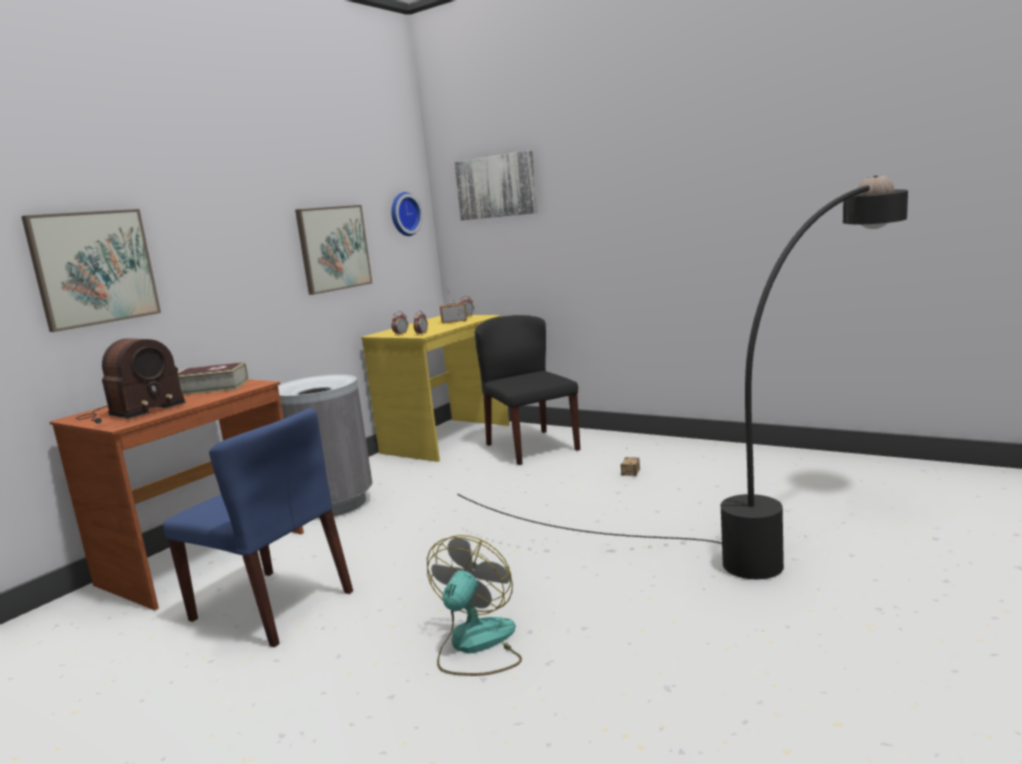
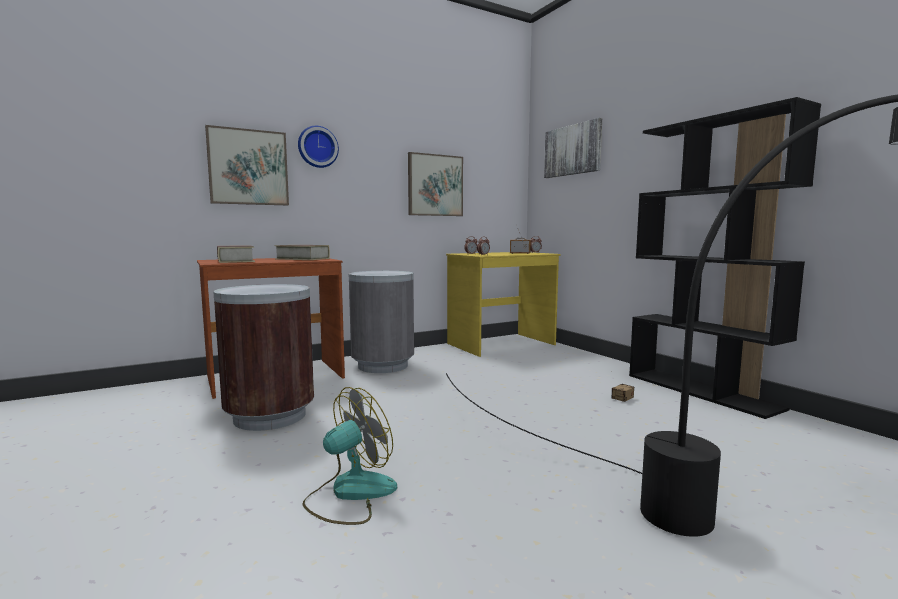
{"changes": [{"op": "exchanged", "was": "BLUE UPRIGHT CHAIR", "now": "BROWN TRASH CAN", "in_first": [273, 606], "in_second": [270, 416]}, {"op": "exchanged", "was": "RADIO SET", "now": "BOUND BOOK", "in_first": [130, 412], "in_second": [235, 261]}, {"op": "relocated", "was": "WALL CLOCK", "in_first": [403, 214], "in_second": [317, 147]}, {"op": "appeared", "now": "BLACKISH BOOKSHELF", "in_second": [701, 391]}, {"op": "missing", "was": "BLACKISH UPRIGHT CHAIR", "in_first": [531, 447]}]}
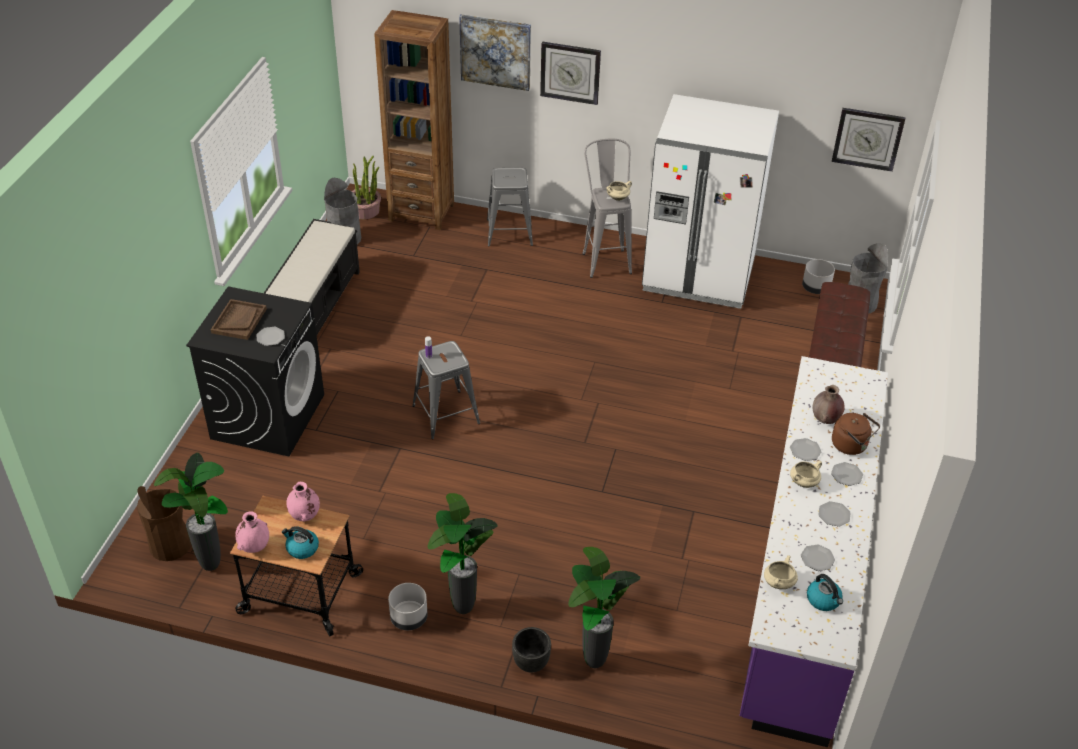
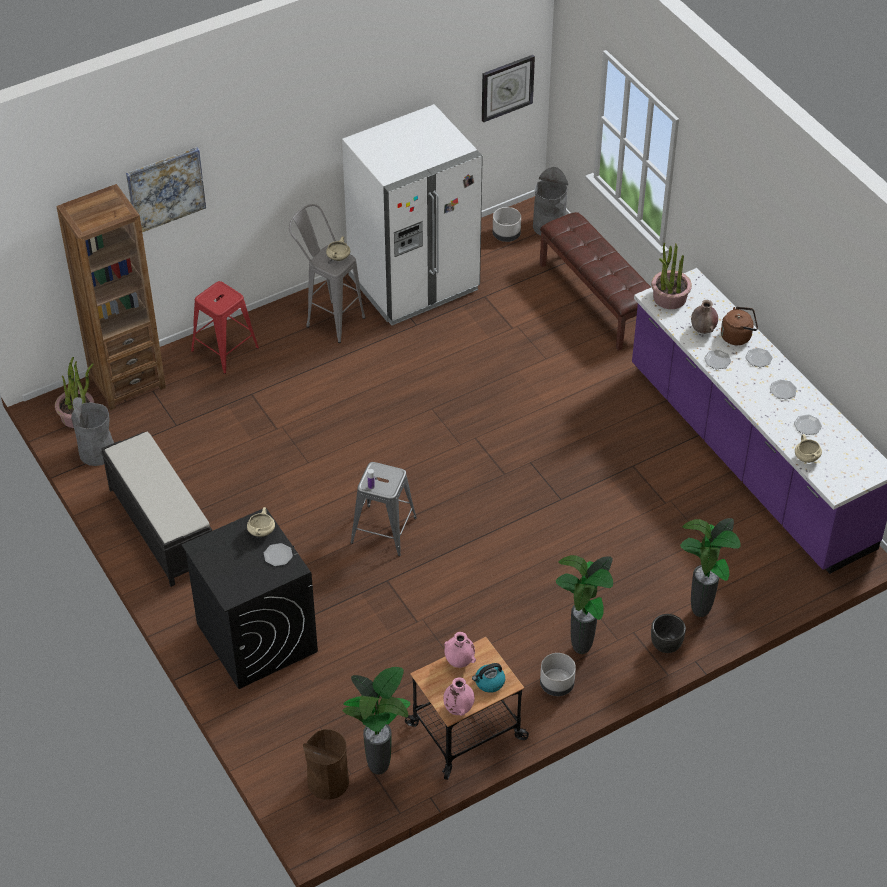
{"changes": [{"op": "colour", "was": "GRAY SITTING STOOL", "now": "RED-COLOURED SITTING STOOL", "in_first": [509, 232], "in_second": [225, 349]}, {"op": "relocated", "was": "BEIGE STOCKPOT", "in_first": [804, 482], "in_second": [261, 531]}, {"op": "appeared", "now": "POTTED PLANT", "in_second": [669, 298]}, {"op": "missing", "was": "BROWN TRAY", "in_first": [239, 320]}, {"op": "missing", "was": "WALL CLOCK", "in_first": [570, 72]}, {"op": "missing", "was": "TEA KETTLE", "in_first": [823, 600]}]}
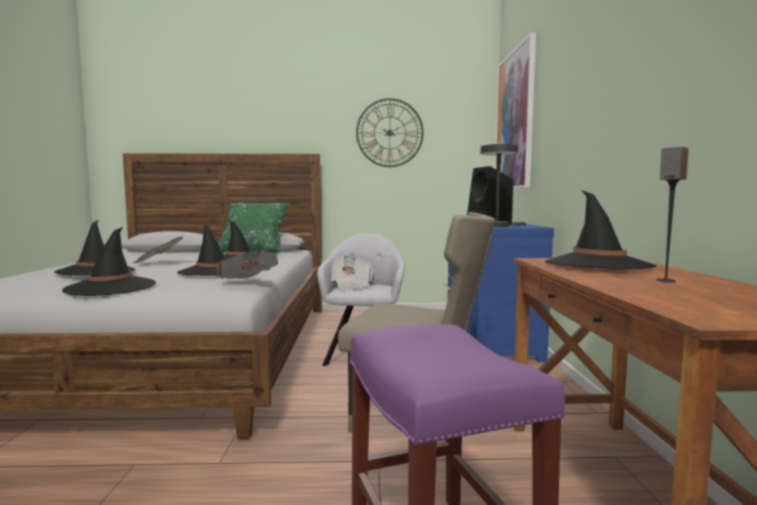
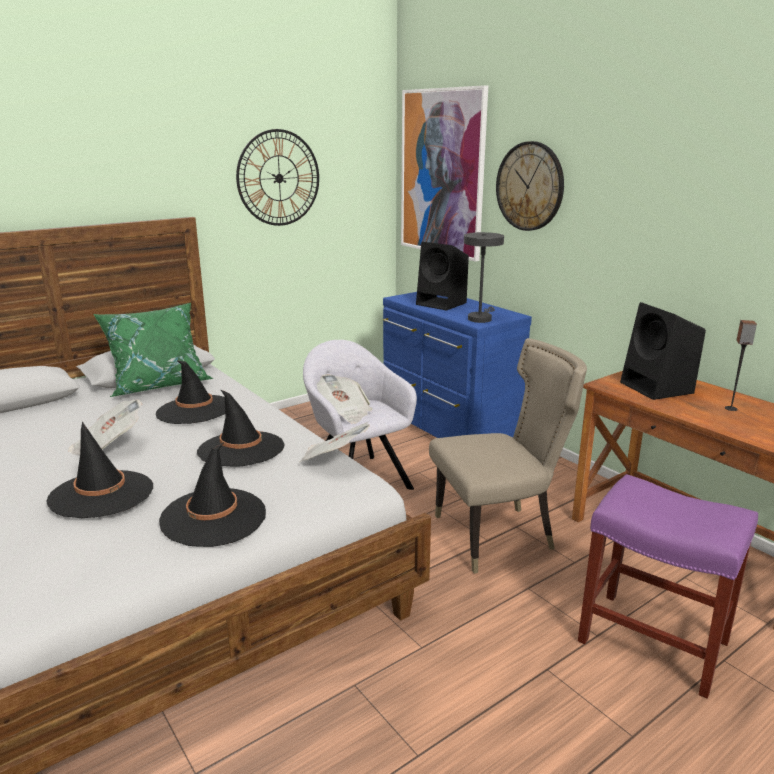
{"changes": [{"op": "appeared", "now": "WALL CLOCK", "in_second": [530, 186]}, {"op": "exchanged", "was": "BLACKISH CLOTHING HAT", "now": "BLACKISH AUDIO SPEAKER", "in_first": [597, 265], "in_second": [658, 388]}]}
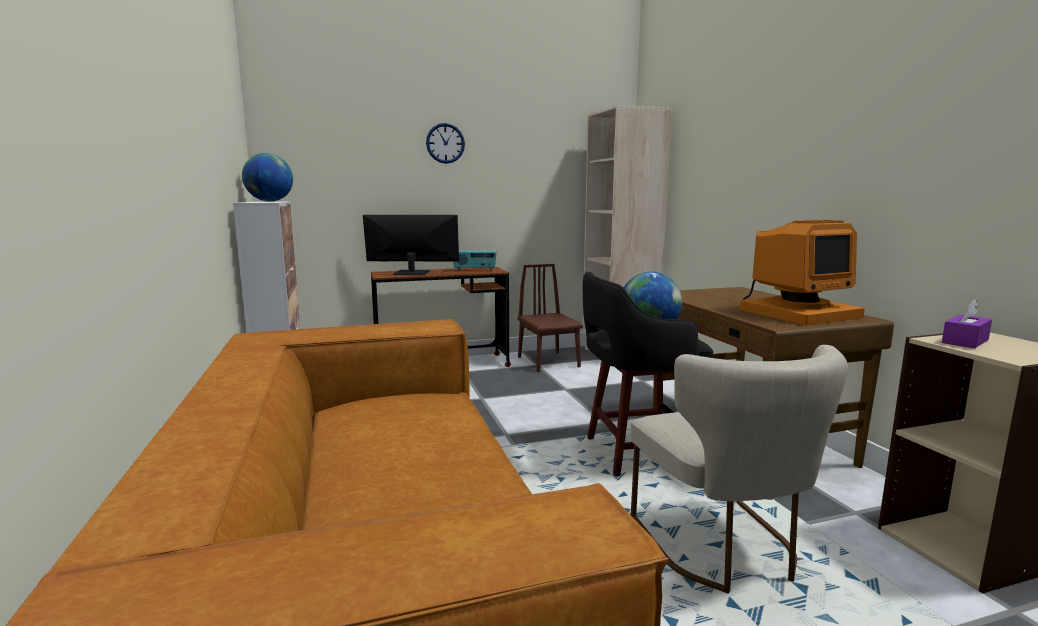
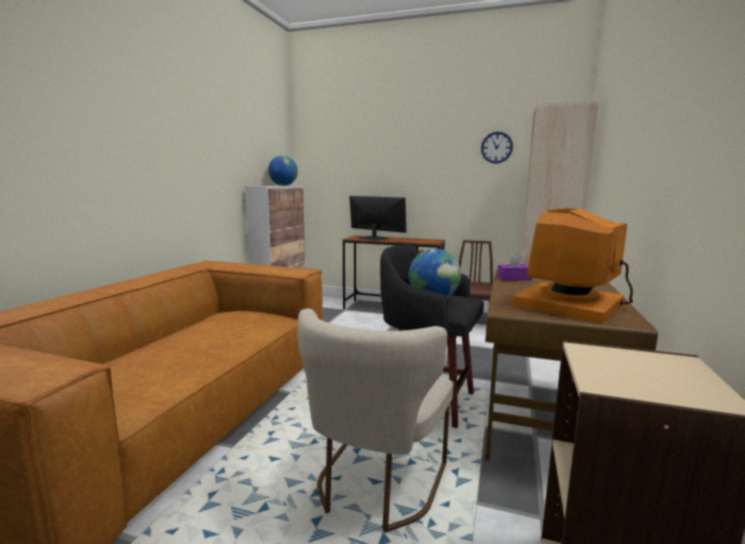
{"changes": [{"op": "relocated", "was": "WALL CLOCK", "in_first": [445, 143], "in_second": [496, 147]}, {"op": "relocated", "was": "PURPLISH TISSUE BOX", "in_first": [965, 341], "in_second": [514, 278]}, {"op": "spun", "was": "COMPUTER SCREEN", "in_first": [797, 313], "in_second": [570, 305], "clockwise": 120}, {"op": "missing", "was": "RADIO SET", "in_first": [474, 270]}]}
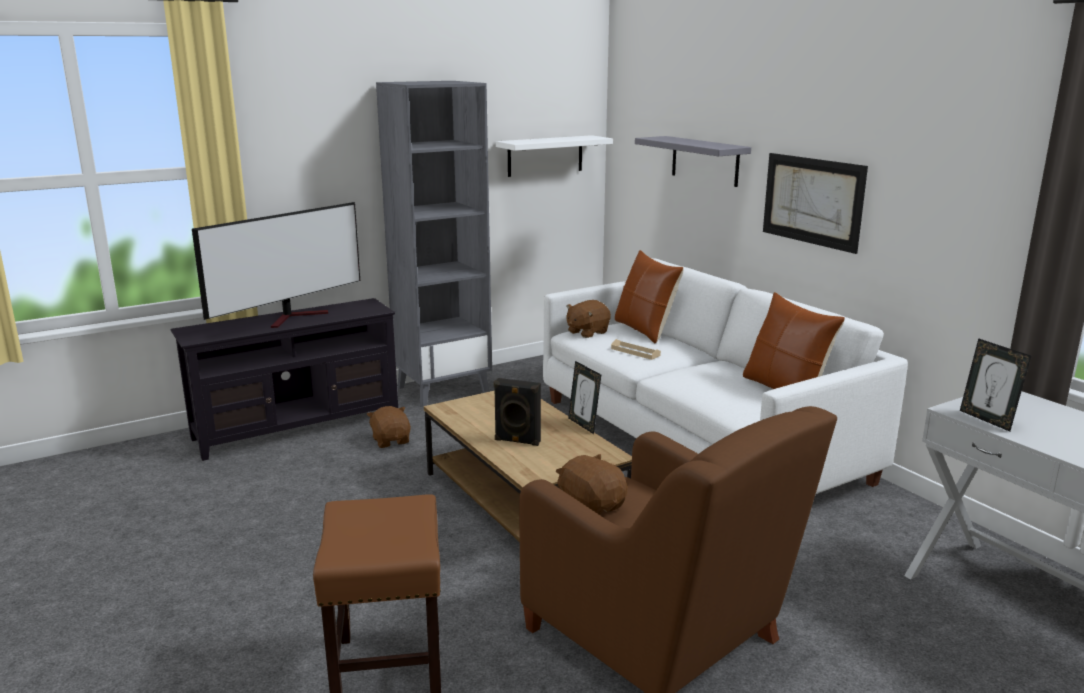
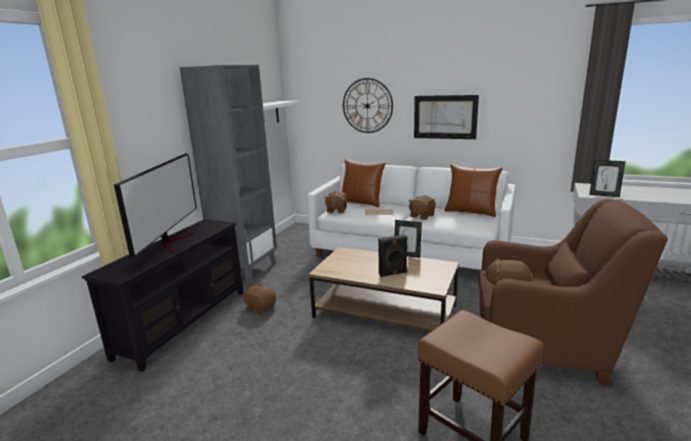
{"changes": [{"op": "exchanged", "was": "GRAY SHELF", "now": "WALL CLOCK", "in_first": [705, 161], "in_second": [367, 106]}, {"op": "appeared", "now": "BROWN CUDDLY TOY", "in_second": [421, 216]}]}
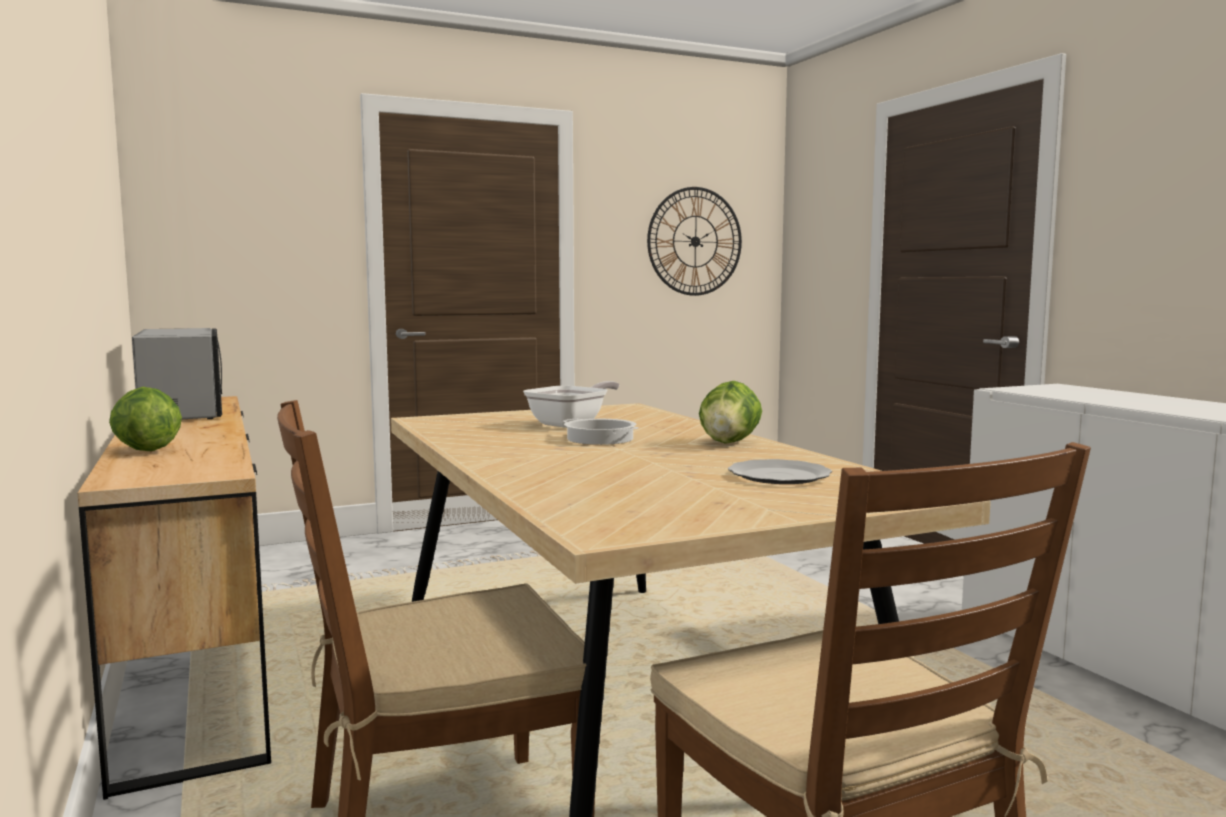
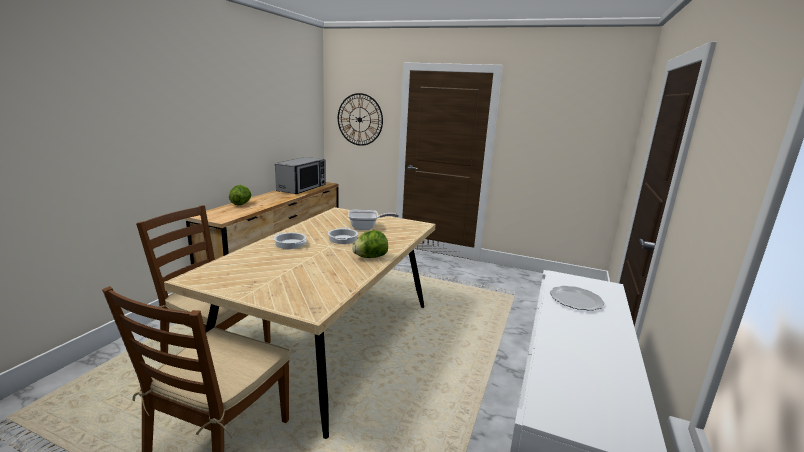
{"changes": [{"op": "appeared", "now": "STOCKPOT", "in_second": [290, 244]}, {"op": "relocated", "was": "WALL CLOCK", "in_first": [695, 241], "in_second": [359, 119]}, {"op": "relocated", "was": "PLATE", "in_first": [780, 476], "in_second": [576, 300]}]}
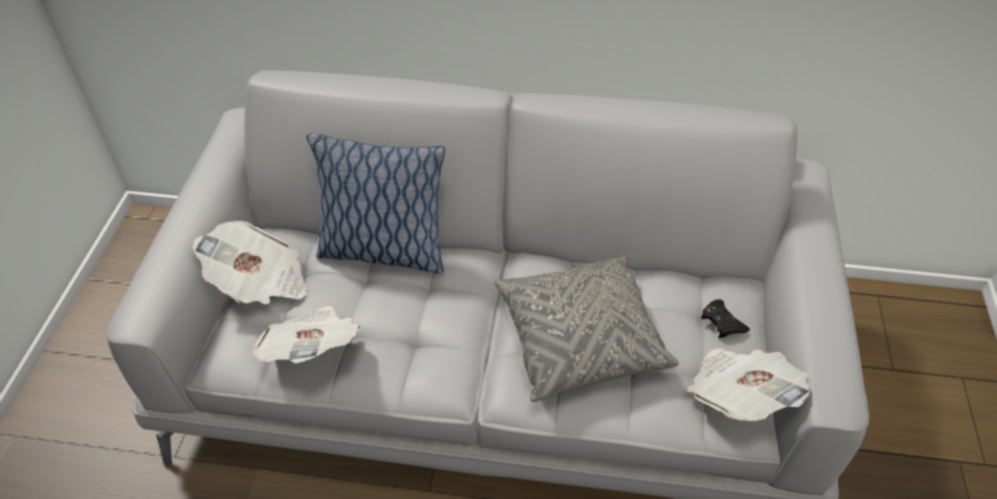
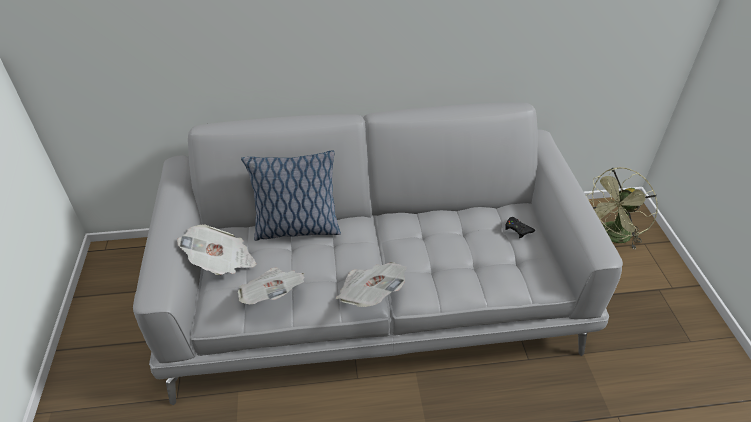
{"changes": [{"op": "relocated", "was": "PRINTED PAPER", "in_first": [741, 395], "in_second": [370, 294]}, {"op": "appeared", "now": "GREEN-COLOURED ELECTRIC FAN", "in_second": [611, 237]}, {"op": "missing", "was": "GRAY CUSHION", "in_first": [579, 339]}]}
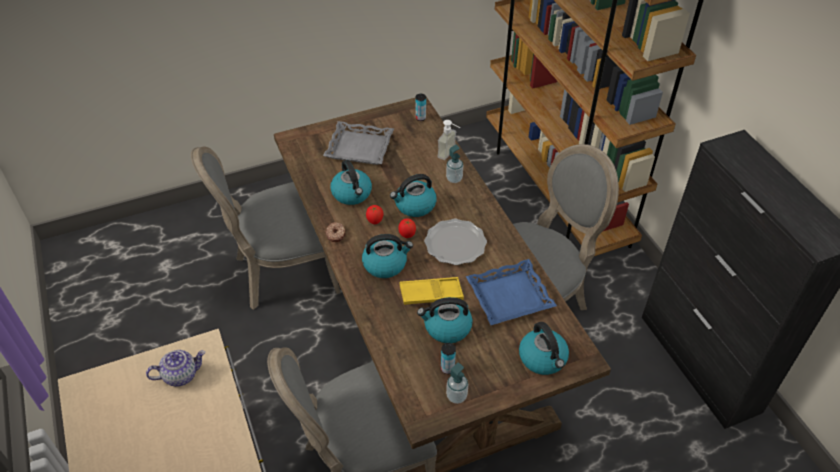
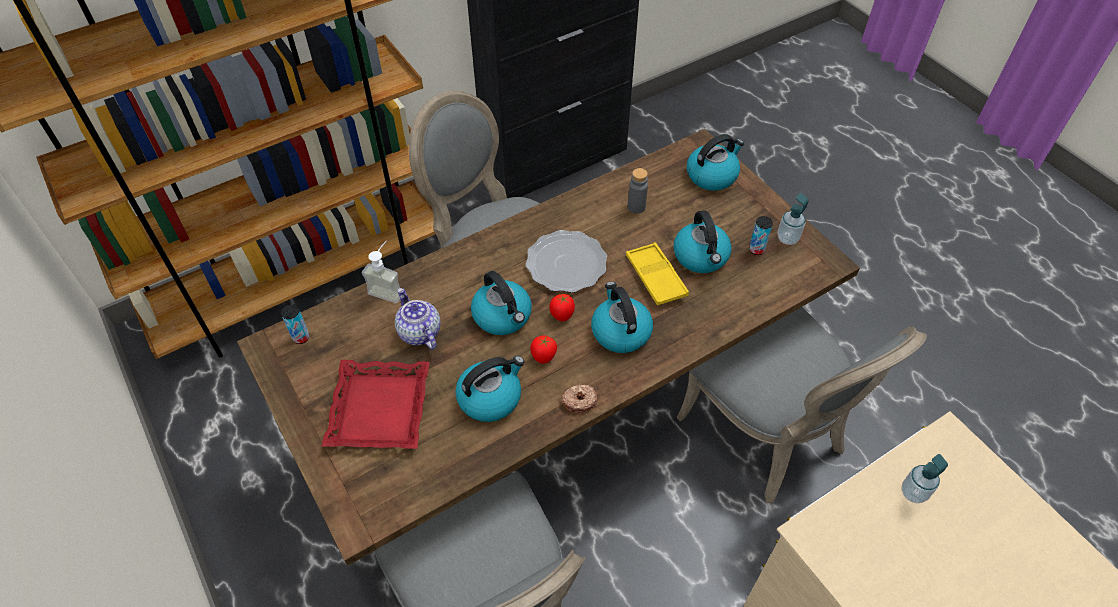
{"changes": [{"op": "colour", "was": "GRAY TRAY", "now": "RED-COLOURED TRAY", "in_first": [359, 148], "in_second": [380, 409]}, {"op": "relocated", "was": "TEA POT", "in_first": [181, 375], "in_second": [419, 332]}, {"op": "exchanged", "was": "BLUE TRAY", "now": "GRAY BOTTLE", "in_first": [509, 296], "in_second": [636, 207]}, {"op": "relocated", "was": "LIQUID SOAP BOTTLE", "in_first": [454, 179], "in_second": [913, 492]}]}
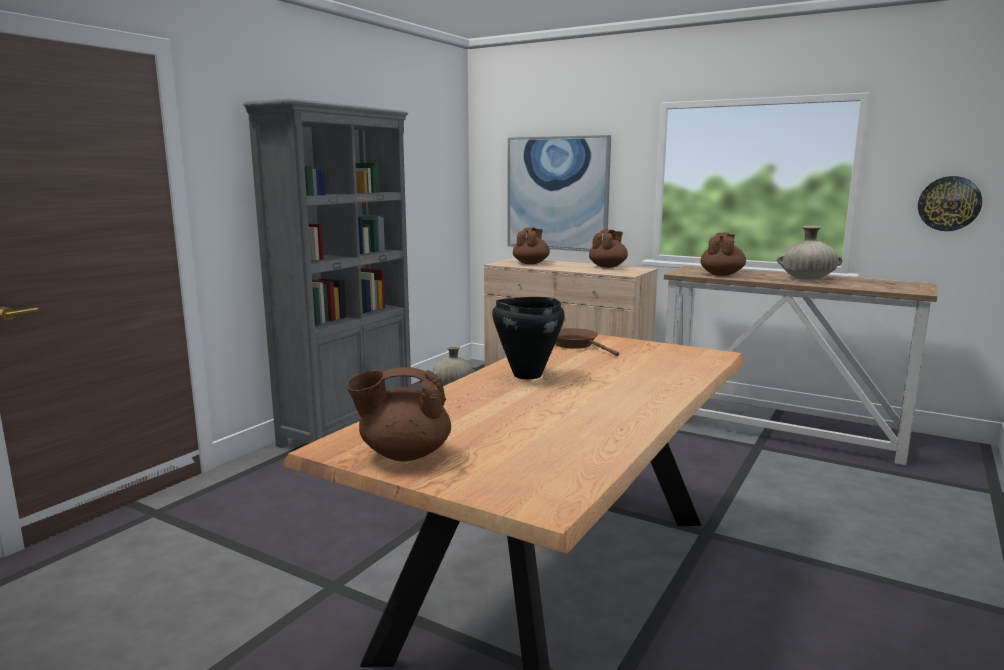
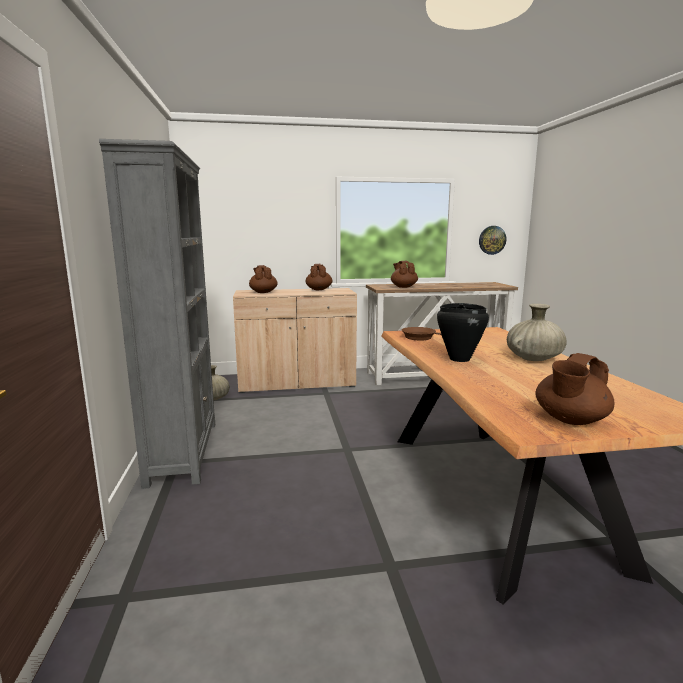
{"changes": [{"op": "relocated", "was": "BEIGE VASE", "in_first": [807, 278], "in_second": [534, 359]}, {"op": "missing", "was": "PICTURE", "in_first": [557, 193]}]}
